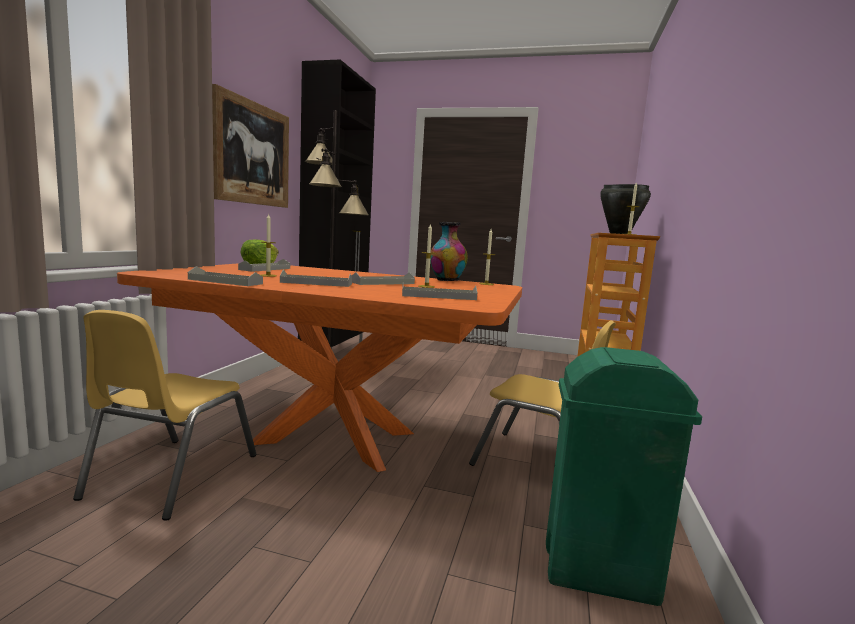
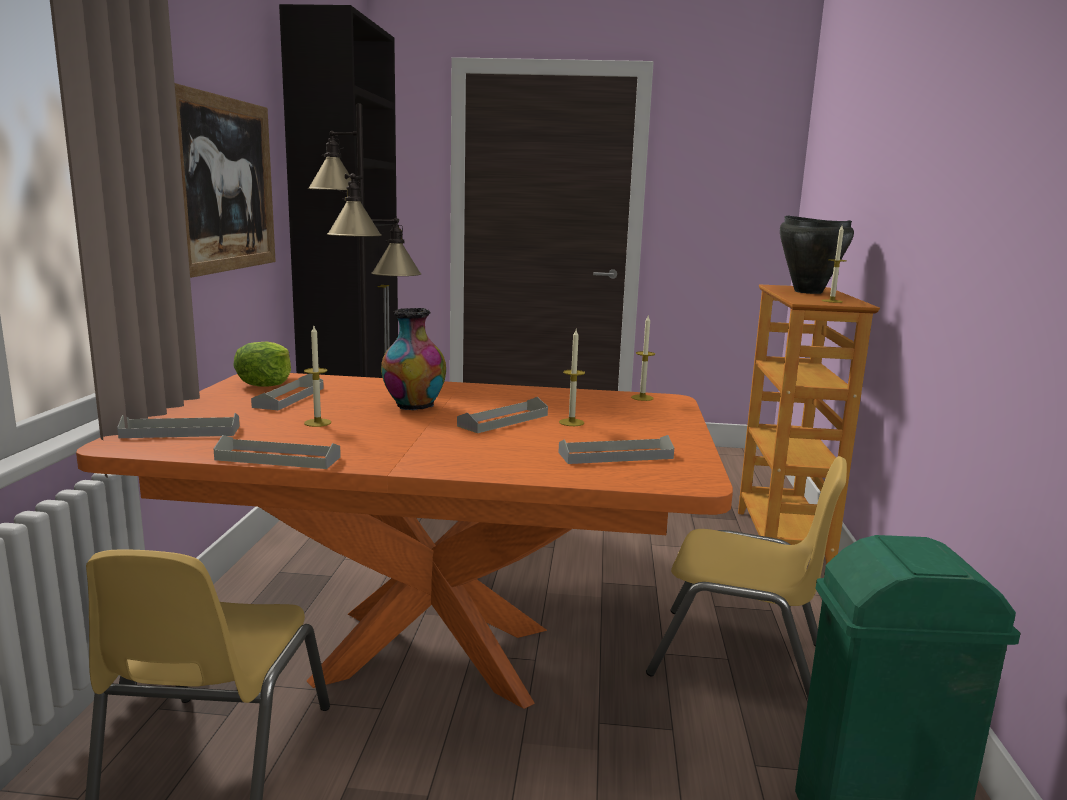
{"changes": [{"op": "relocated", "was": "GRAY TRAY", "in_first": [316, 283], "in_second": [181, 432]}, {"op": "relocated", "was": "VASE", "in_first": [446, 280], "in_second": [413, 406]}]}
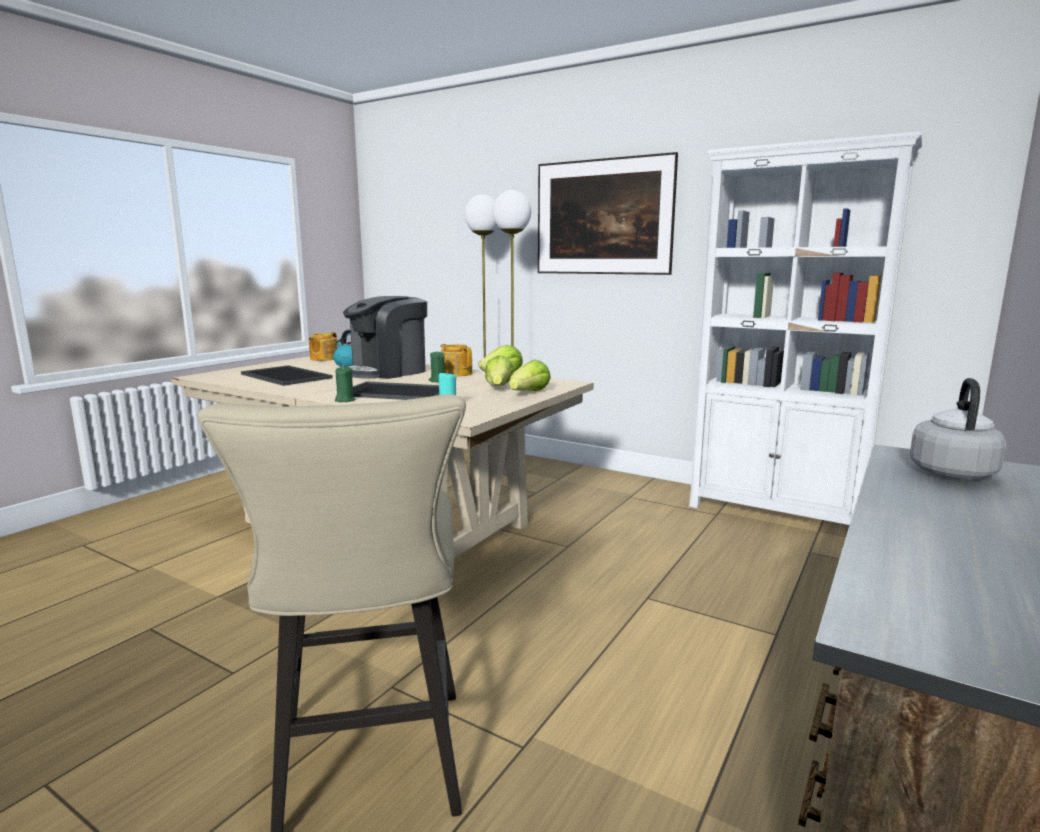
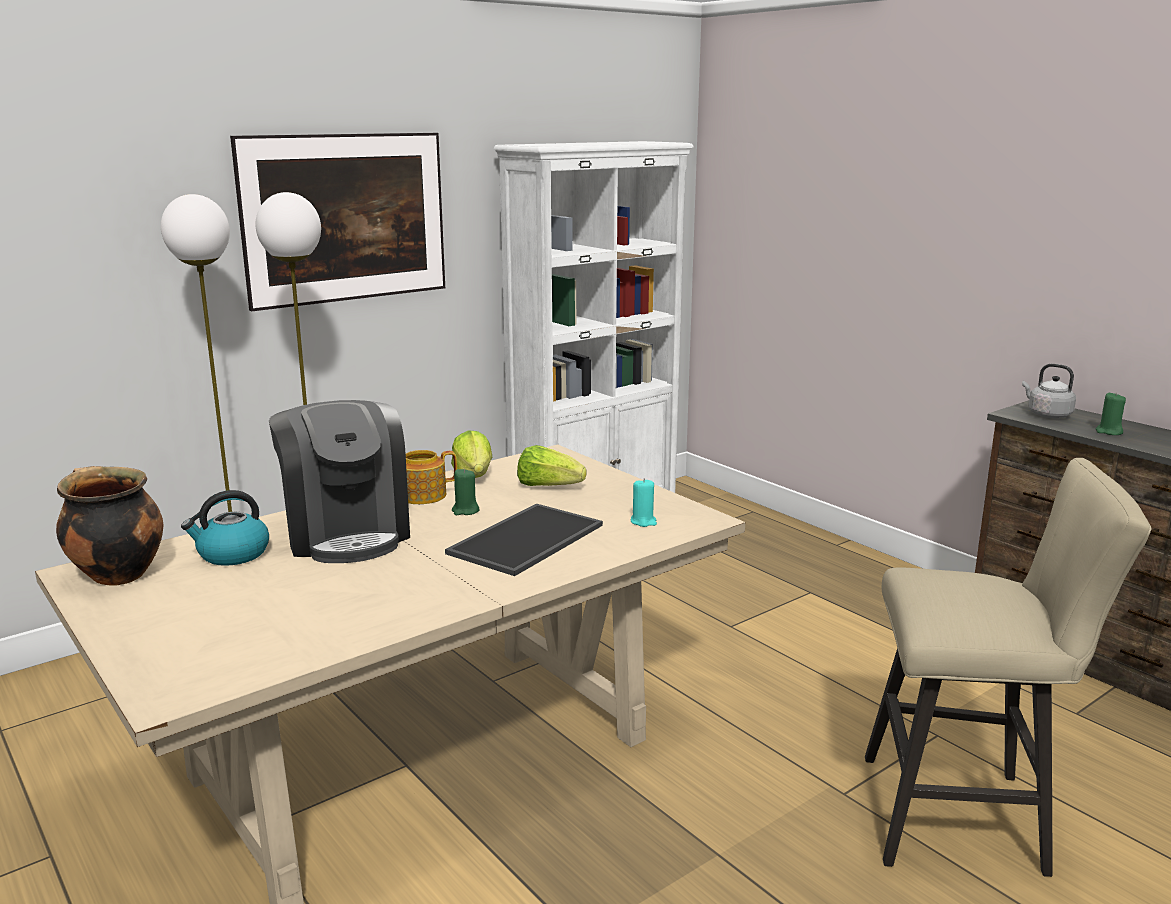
{"changes": [{"op": "exchanged", "was": "TEA POT", "now": "STOCKPOT", "in_first": [323, 358], "in_second": [116, 575]}, {"op": "relocated", "was": "GREEN-COLOURED WAX CANDLE", "in_first": [345, 400], "in_second": [1108, 432]}, {"op": "missing", "was": "TRAY", "in_first": [284, 376]}, {"op": "missing", "was": "LETTUCE HEAD", "in_first": [529, 393]}]}
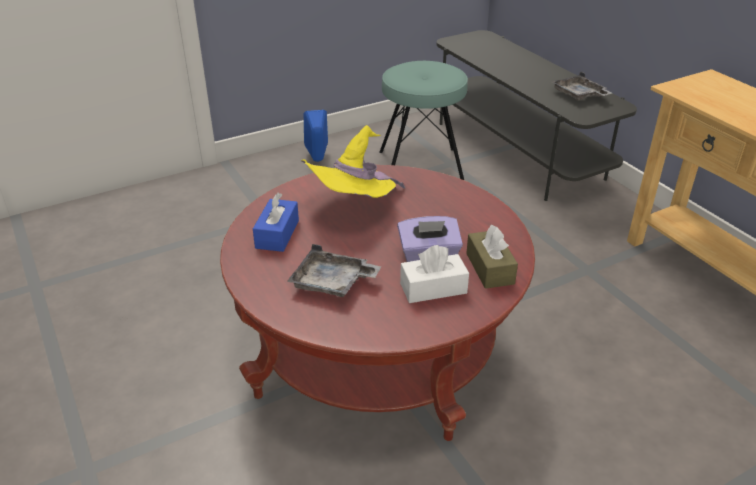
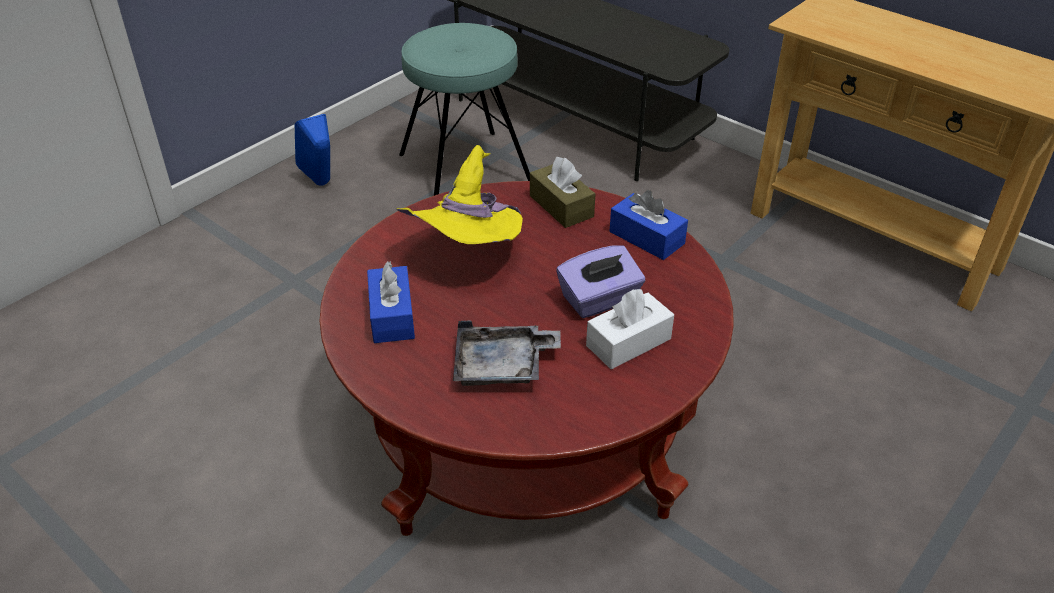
{"changes": [{"op": "relocated", "was": "BROWN TISSUE BOX", "in_first": [490, 268], "in_second": [561, 206]}, {"op": "appeared", "now": "BLUE TISSUE BOX", "in_second": [646, 238]}, {"op": "missing", "was": "GRAY TRAY", "in_first": [579, 95]}]}
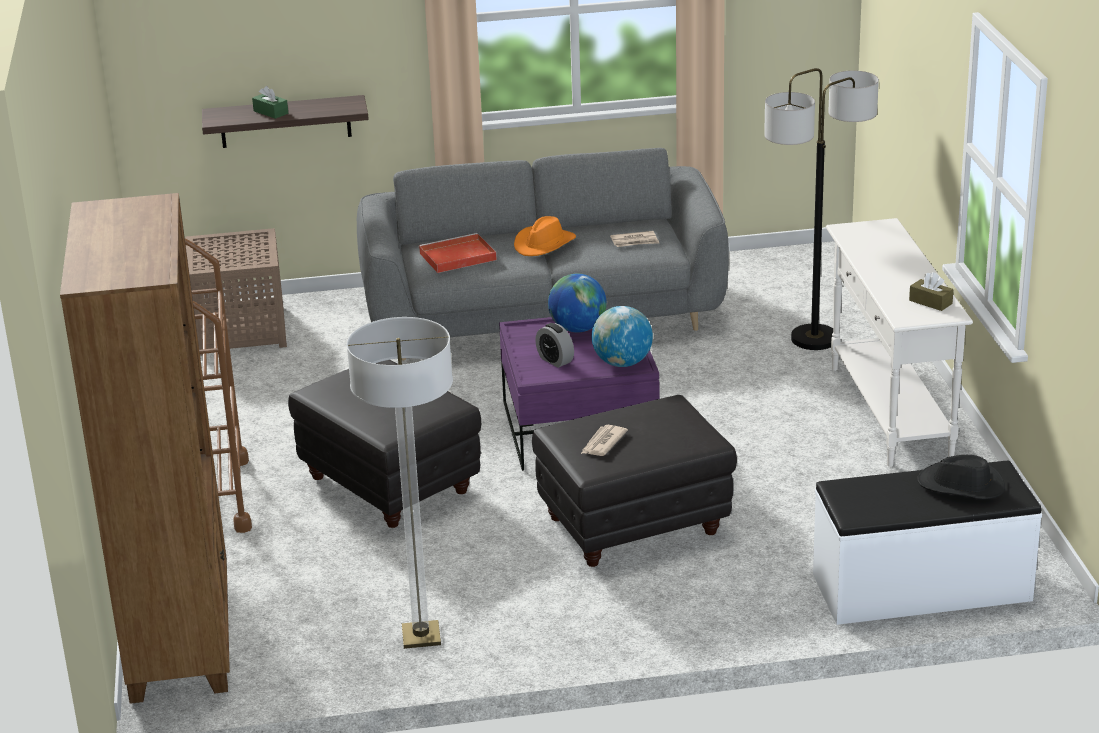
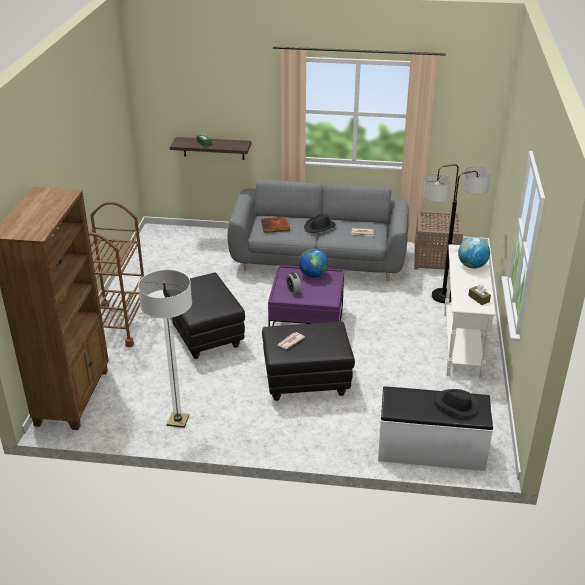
{"changes": [{"op": "exchanged", "was": "RED-COLOURED TRAY", "now": "BOUND BOOK", "in_first": [456, 257], "in_second": [275, 227]}, {"op": "colour", "was": "ORANGEY CLOTHING HAT", "now": "BLACKISH CLOTHING HAT", "in_first": [544, 244], "in_second": [319, 227]}, {"op": "relocated", "was": "BROWN SIDE TABLE", "in_first": [242, 330], "in_second": [436, 259]}, {"op": "relocated", "was": "WORLD GLOBE", "in_first": [622, 363], "in_second": [472, 266]}]}
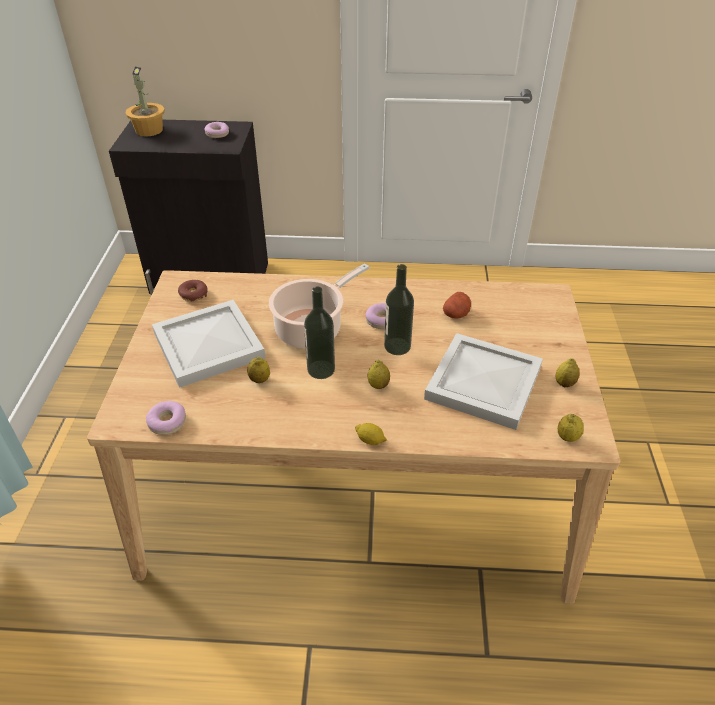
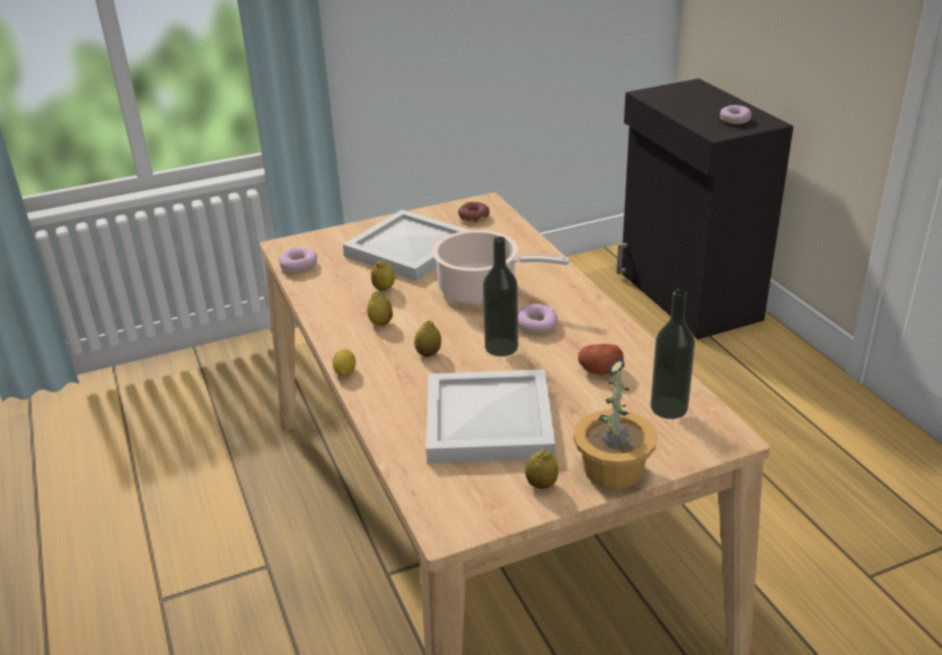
{"changes": [{"op": "relocated", "was": "WHOLE LEMON", "in_first": [567, 437], "in_second": [381, 323]}, {"op": "relocated", "was": "POTTED PLANT", "in_first": [149, 130], "in_second": [614, 469]}, {"op": "relocated", "was": "BOTTLE", "in_first": [321, 369], "in_second": [669, 408]}]}
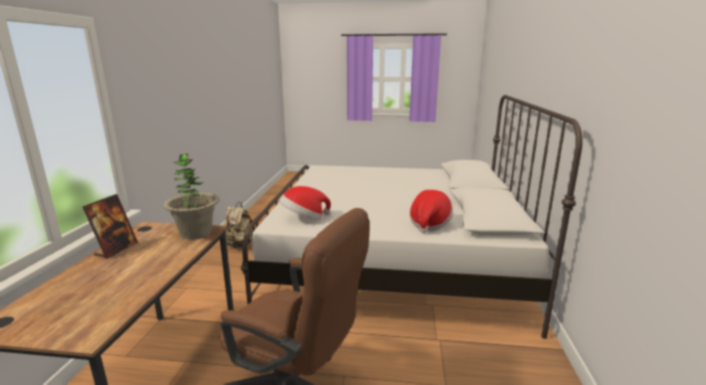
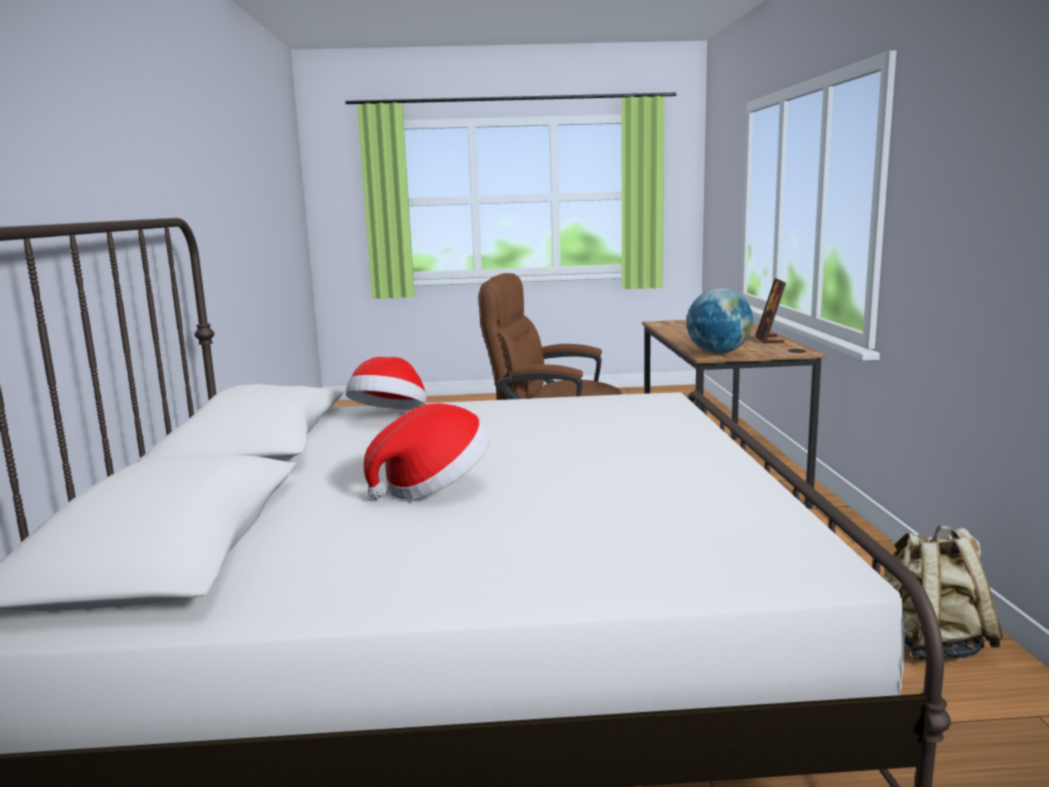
{"changes": [{"op": "relocated", "was": "CLOTHING HAT", "in_first": [304, 218], "in_second": [433, 487]}, {"op": "exchanged", "was": "POTTED PLANT", "now": "WORLD GLOBE", "in_first": [196, 233], "in_second": [718, 352]}]}
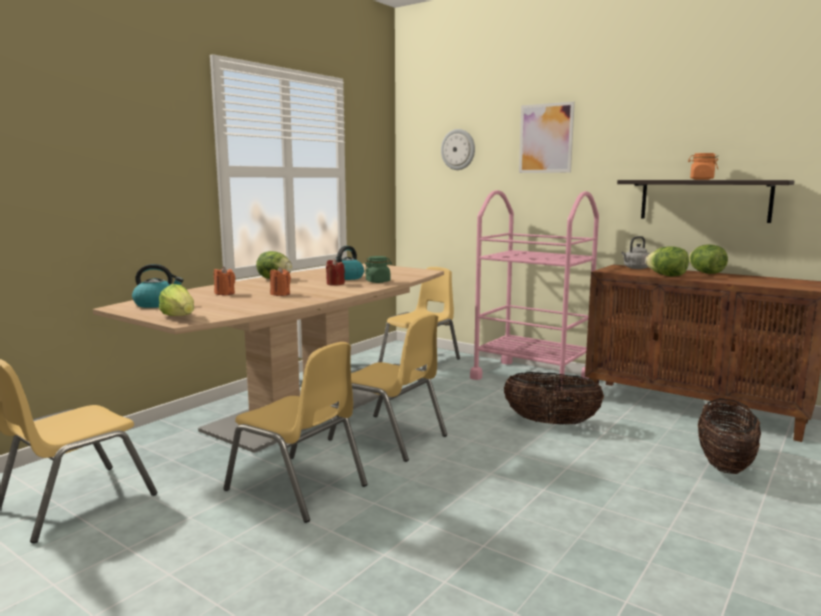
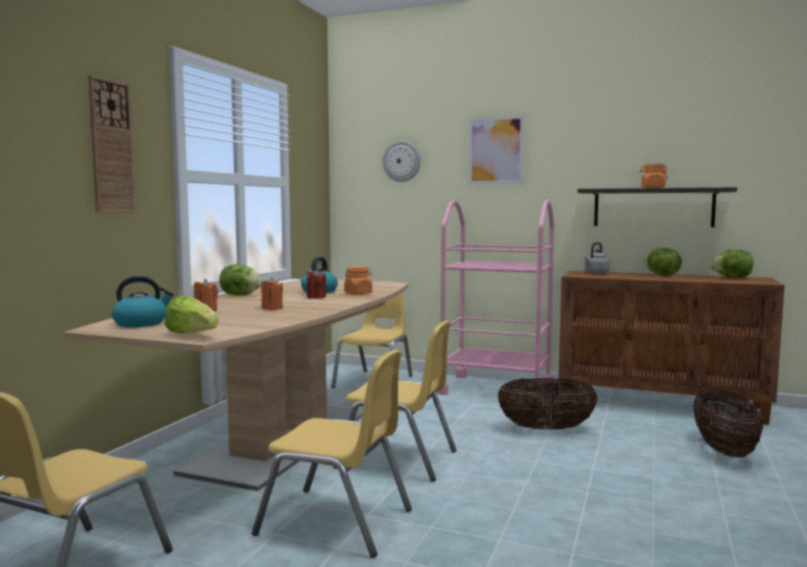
{"changes": [{"op": "appeared", "now": "WALL CLOCK", "in_second": [111, 146]}, {"op": "colour", "was": "GREEN-COLOURED JAR", "now": "ORANGEY JAR", "in_first": [378, 281], "in_second": [358, 293]}, {"op": "relocated", "was": "LETTUCE HEAD", "in_first": [667, 276], "in_second": [732, 277]}]}
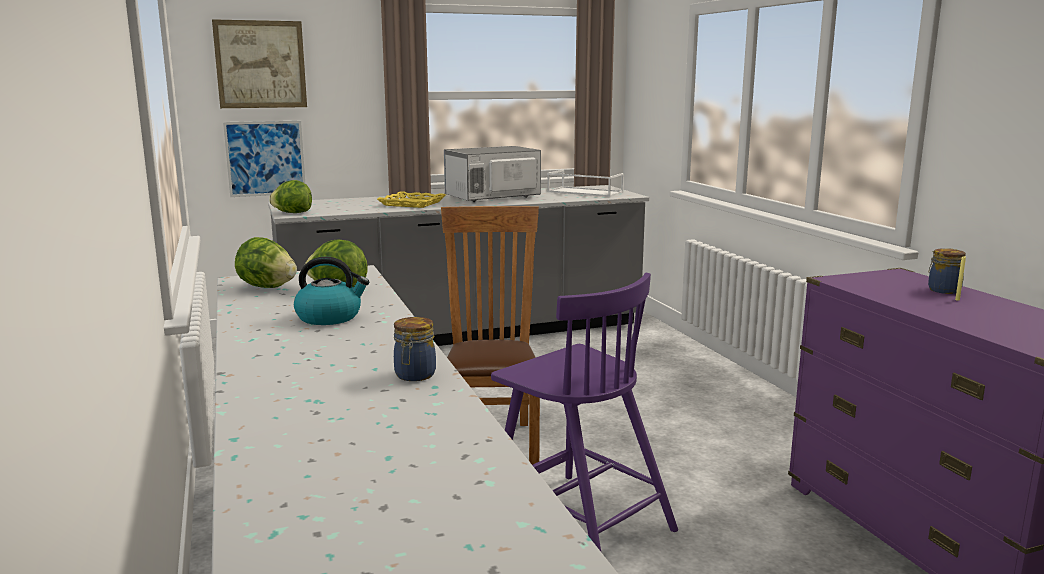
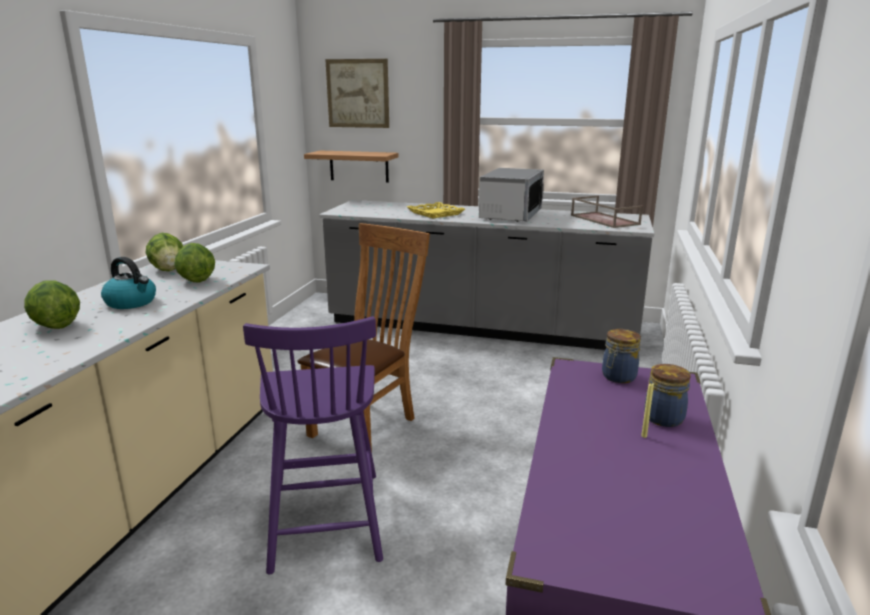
{"changes": [{"op": "relocated", "was": "LETTUCE HEAD", "in_first": [292, 213], "in_second": [55, 326]}, {"op": "exchanged", "was": "PICTURE", "now": "SHELF", "in_first": [265, 158], "in_second": [359, 166]}, {"op": "spun", "was": "MICROWAVE", "in_first": [492, 197], "in_second": [510, 215], "clockwise": 105}, {"op": "colour", "was": "WHITISH TRAY", "now": "BROWN TRAY", "in_first": [584, 192], "in_second": [603, 220]}, {"op": "relocated", "was": "JAR", "in_first": [414, 375], "in_second": [618, 377]}]}
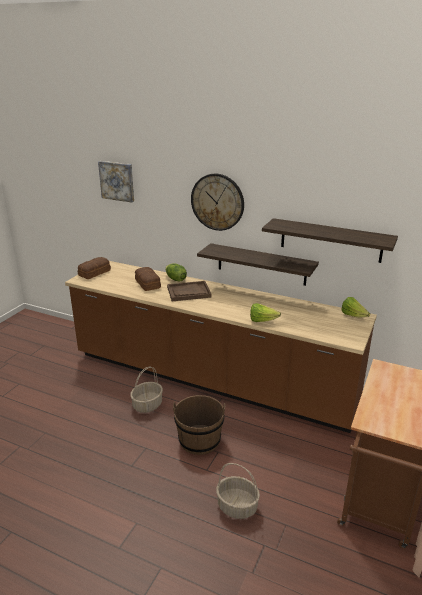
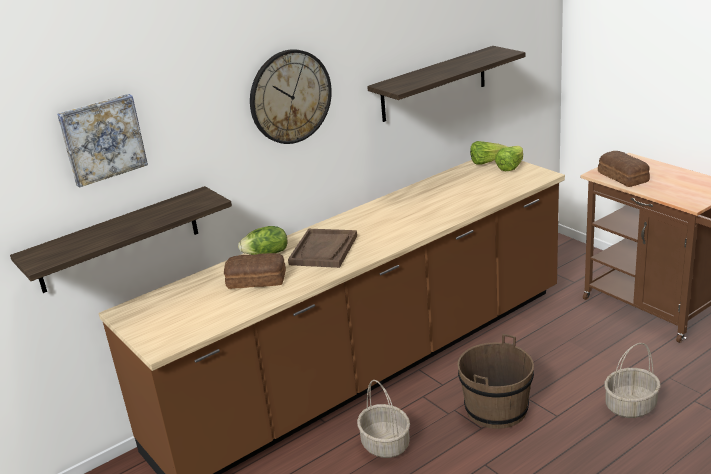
{"changes": [{"op": "relocated", "was": "SHELF", "in_first": [261, 264], "in_second": [118, 240]}, {"op": "relocated", "was": "LETTUCE HEAD", "in_first": [262, 321], "in_second": [510, 167]}, {"op": "relocated", "was": "BREAD", "in_first": [95, 273], "in_second": [623, 176]}]}
